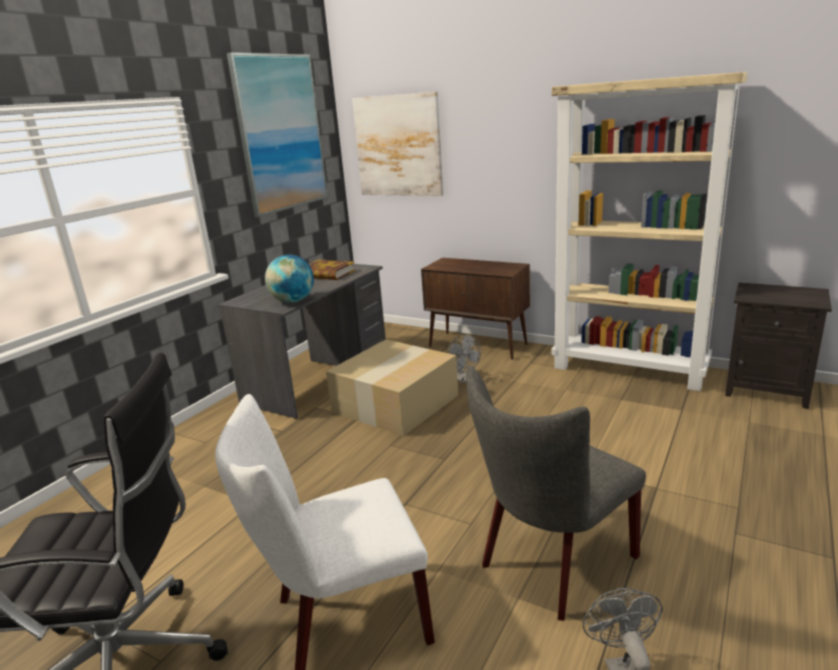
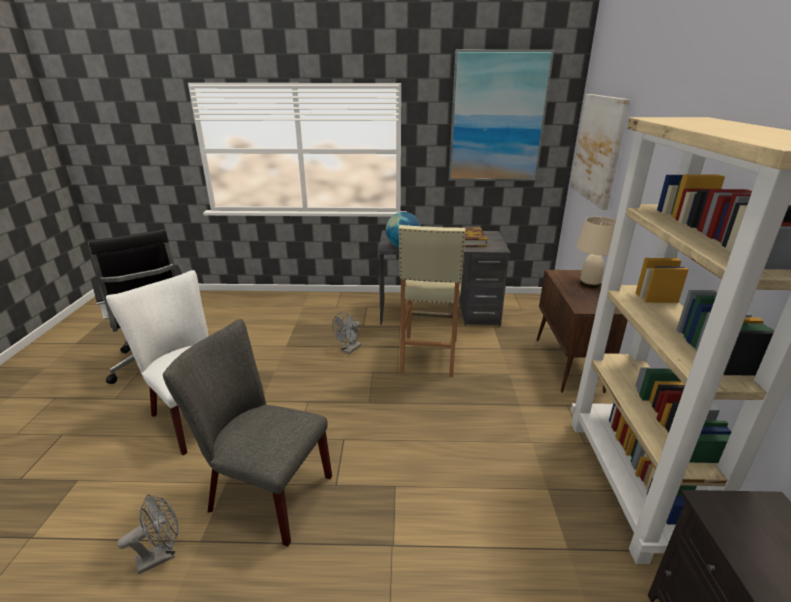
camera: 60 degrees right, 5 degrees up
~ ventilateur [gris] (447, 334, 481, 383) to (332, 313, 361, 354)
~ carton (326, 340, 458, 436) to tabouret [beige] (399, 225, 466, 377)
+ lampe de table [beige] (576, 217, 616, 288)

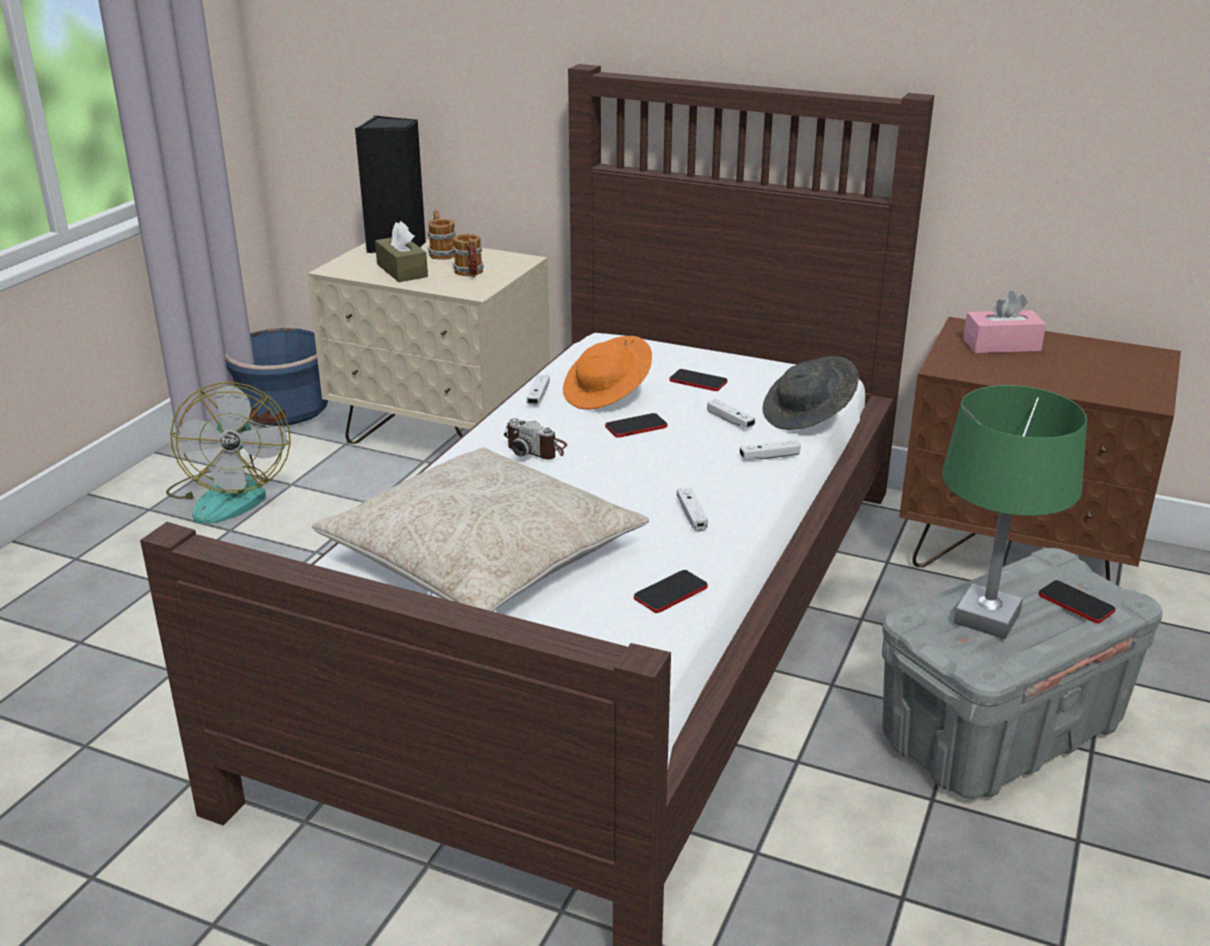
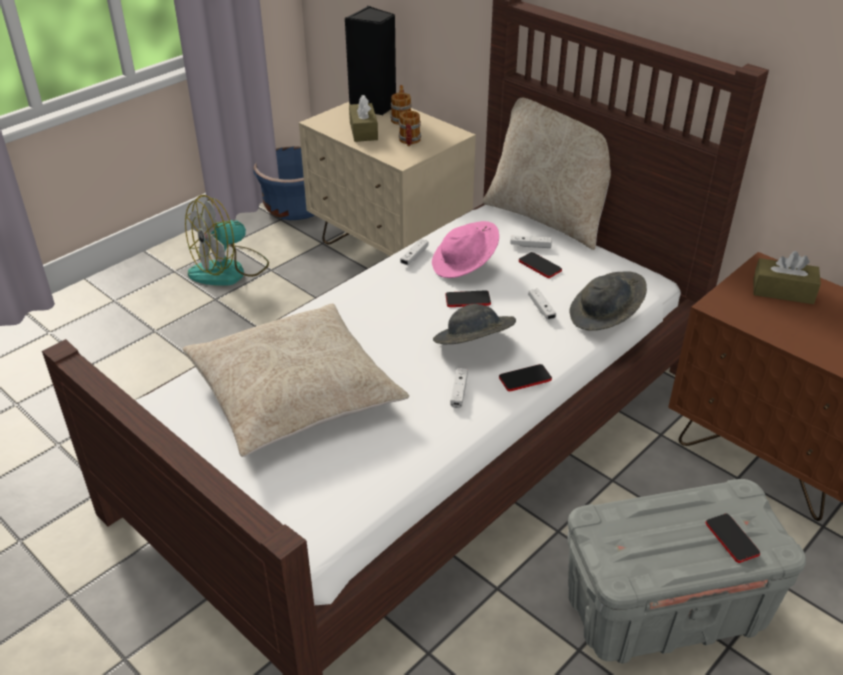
camera: 20 degrees right, 10 degrees up
~ ventilateur (166, 382, 291, 524) = (185, 195, 269, 286) 45 degrees clockwise
~ chapeau [orange] (563, 336, 652, 409) to chapeau [rose] (432, 221, 499, 278)
+ chapeau [gris] (433, 304, 516, 345)
+ coussin [beige] (483, 98, 639, 250)
~ téléphone (634, 570, 708, 613) to (499, 364, 552, 391)
~ manette [blanc] (740, 440, 801, 460) to (510, 235, 552, 248)
~ boîte à mouchoirs [rose] (963, 291, 1046, 353) to boîte à mouchoirs [marron] (754, 251, 821, 304)
- appareil photo (504, 418, 567, 460)
- lampe de table [vert] (942, 385, 1087, 639)

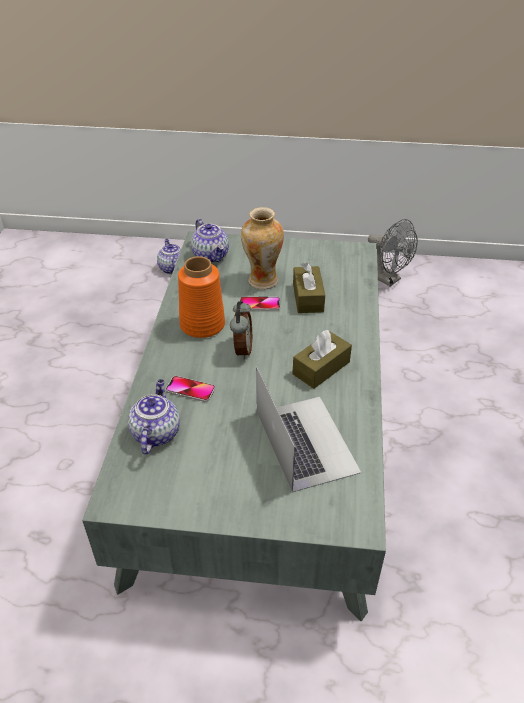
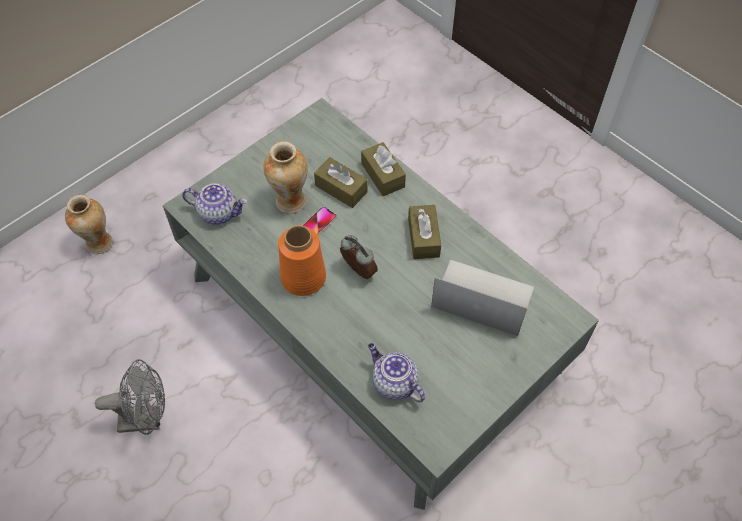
camera: 50 degrees left, 15 degrees up
~ théière (157, 239, 181, 274) to vase (65, 195, 113, 254)
~ ventilateur [gris] (368, 219, 418, 286) to (95, 359, 165, 435)
+ boîte à mouchoirs [marron] (361, 142, 406, 196)
- téléphone (166, 376, 215, 402)

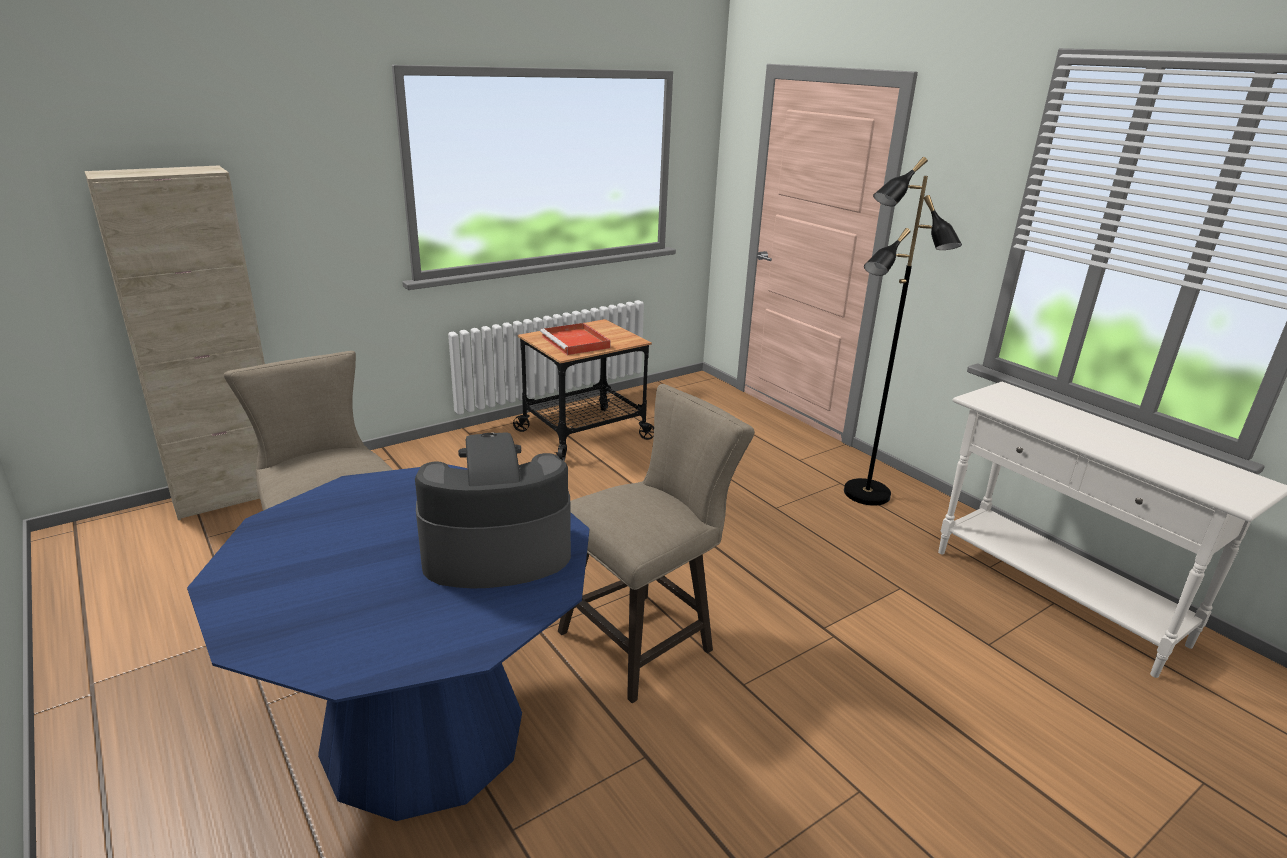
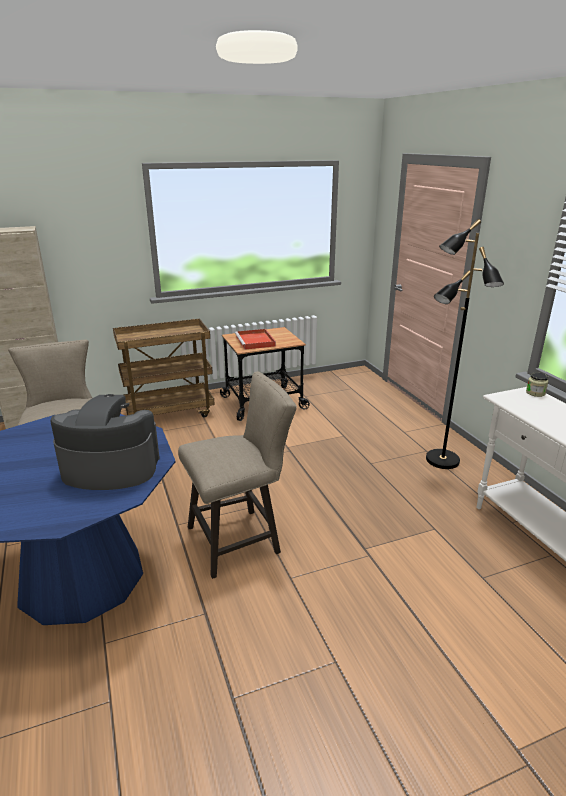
camera: 15 degrees right, 0 degrees up
+ chariot [marron] (113, 319, 215, 418)
+ bocal (526, 372, 548, 397)

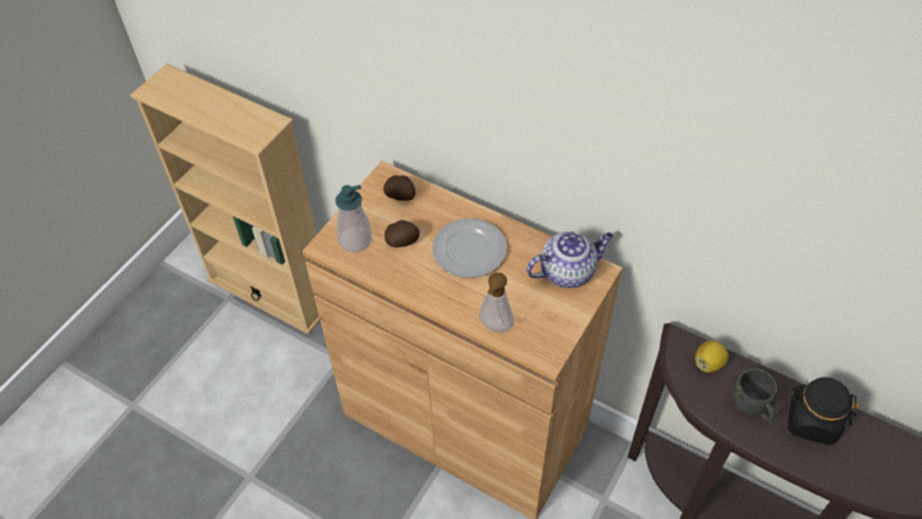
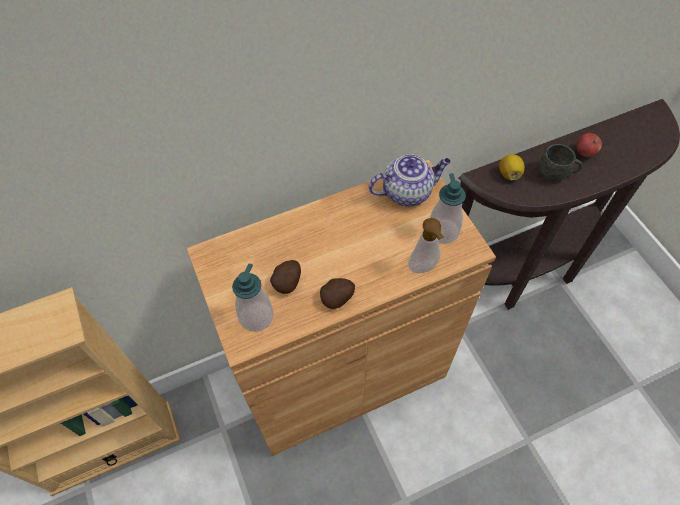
camera: 55 degrees left, 5 degrees up
~ pomme de terre (384, 175, 416, 201) to (320, 278, 355, 309)
~ théière (526, 231, 613, 288) = (369, 154, 451, 206) 60 degrees clockwise
+ distributeur de savon (430, 173, 466, 244)
~ bocal [noir] (788, 377, 859, 445) to pomme (577, 133, 602, 157)
- assiette (432, 218, 507, 278)

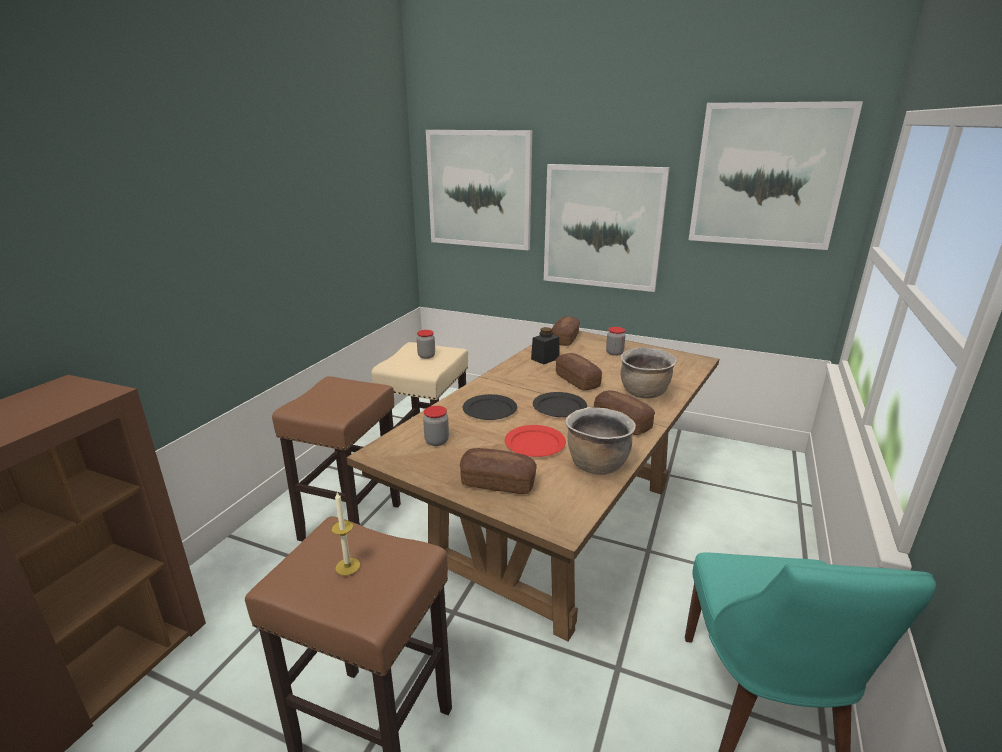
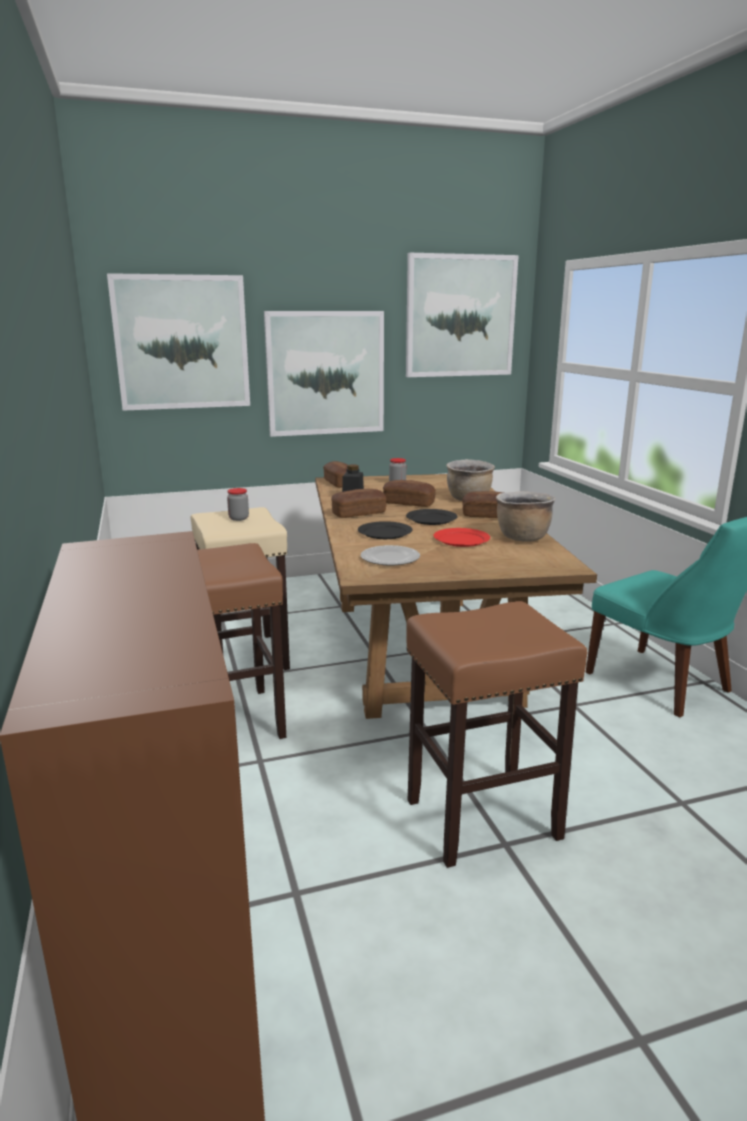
camera: 40 degrees left, 5 degrees down
~ pain (460, 448, 537, 494) to (331, 489, 387, 518)
~ bocal (423, 406, 449, 446) to assiette (361, 545, 420, 566)
- bougie (331, 492, 360, 576)

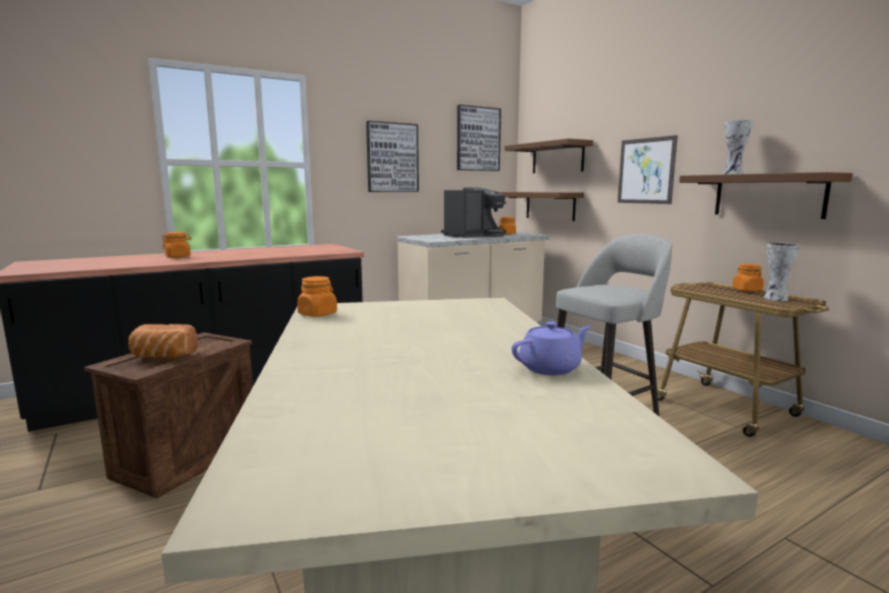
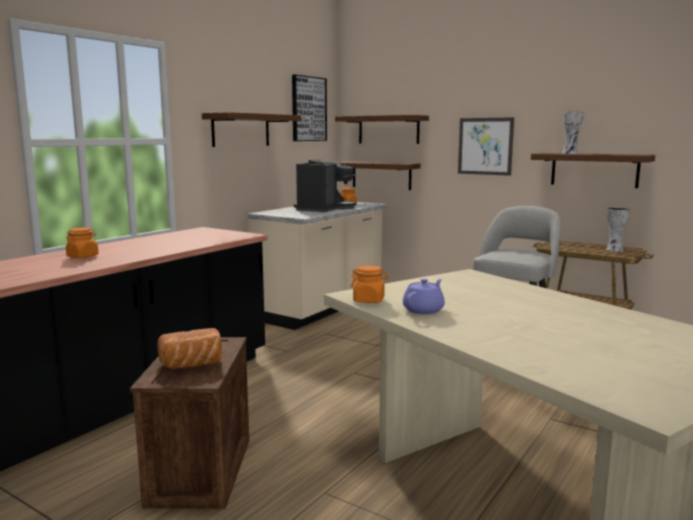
camera: 25 degrees left, 0 degrees up
~ tableau (366, 121, 419, 192) to étagère [marron] (202, 112, 301, 147)
~ théière [violet] (512, 321, 591, 375) to (403, 279, 445, 314)
- bocal [orange] (732, 264, 764, 292)

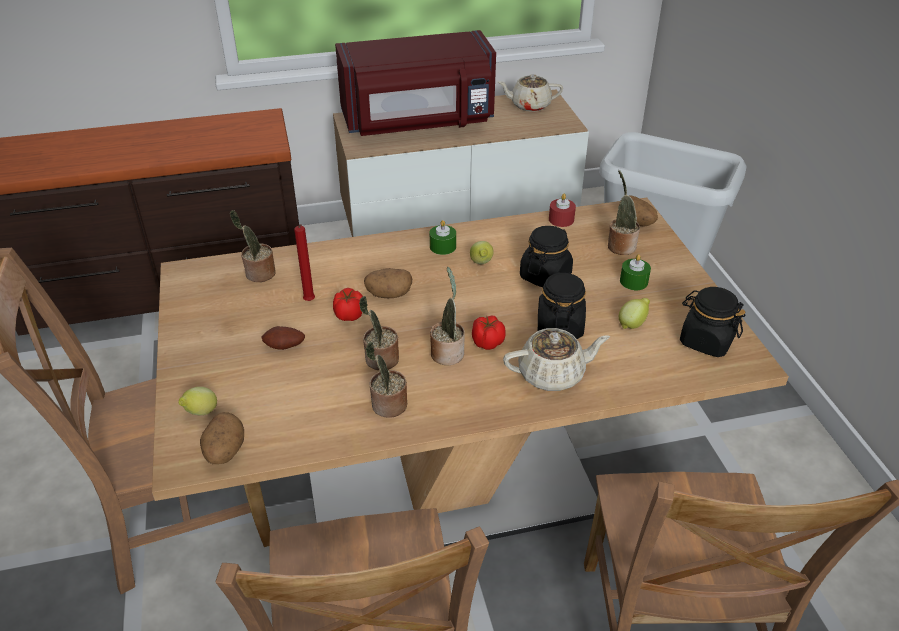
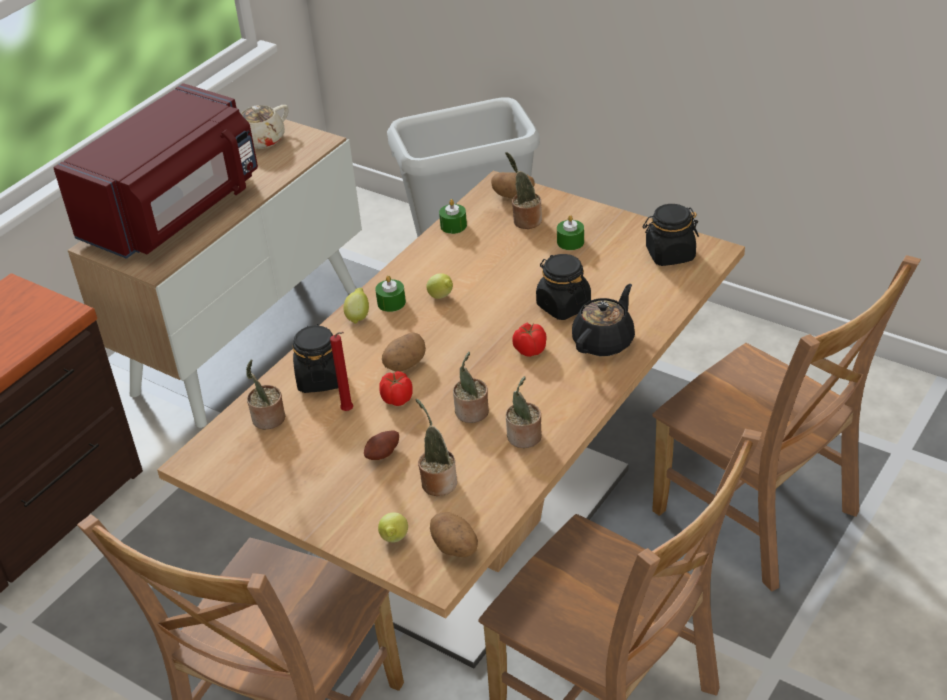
camera: 40 degrees left, 0 degrees up
~ bocal [noir] (520, 226, 573, 287) to (293, 324, 338, 393)
~ citron (619, 298, 650, 329) to (344, 288, 369, 324)
~ plante en pot (430, 267, 465, 365) to (415, 399, 457, 496)
~ bougie [rouge] (549, 193, 576, 227) to bougie [vert] (439, 199, 467, 234)
~ théière [beige] (503, 328, 610, 391) to théière [noir] (572, 284, 635, 356)

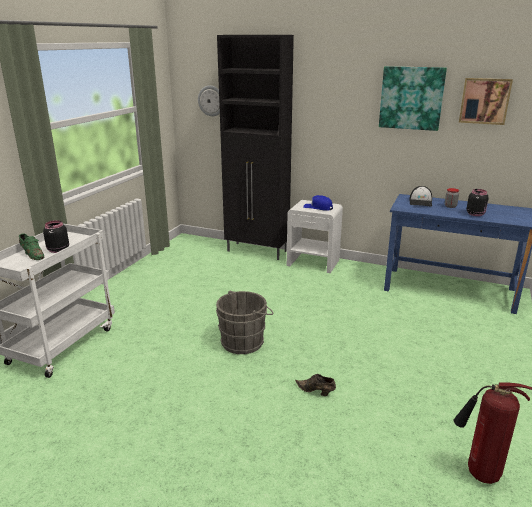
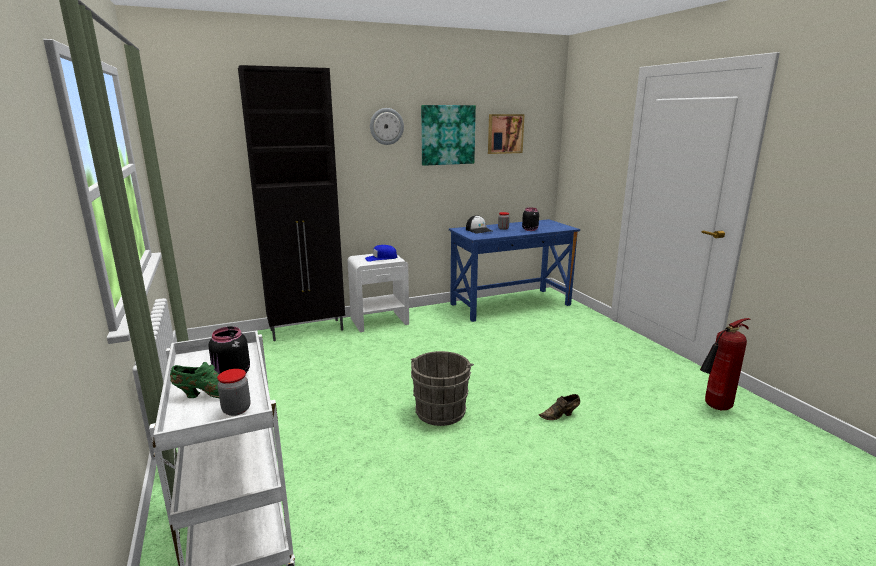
camera: 45 degrees left, 5 degrees down
+ bocal (217, 369, 251, 416)
~ horloge murale (198, 85, 220, 116) to (370, 108, 404, 145)

